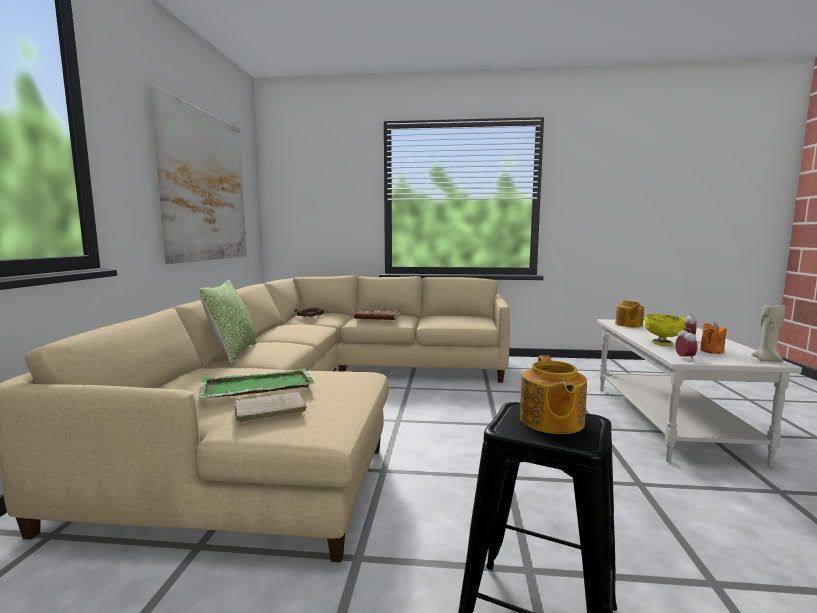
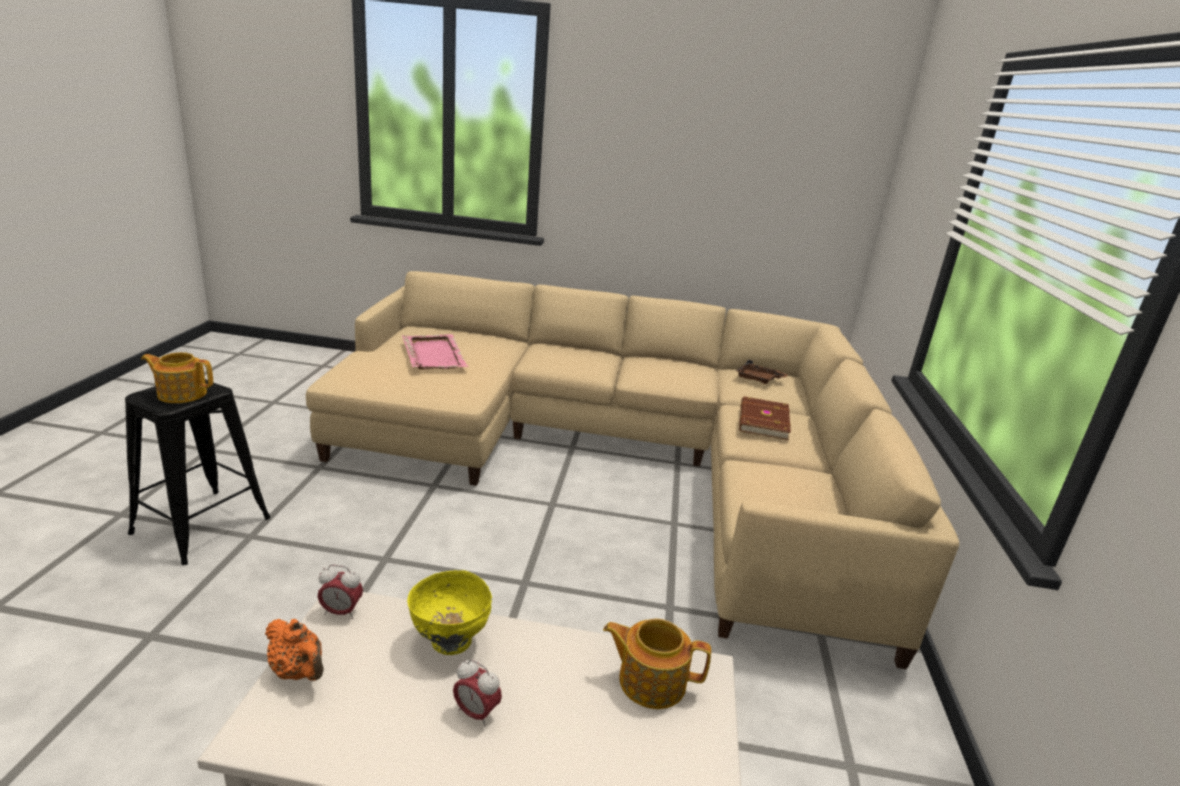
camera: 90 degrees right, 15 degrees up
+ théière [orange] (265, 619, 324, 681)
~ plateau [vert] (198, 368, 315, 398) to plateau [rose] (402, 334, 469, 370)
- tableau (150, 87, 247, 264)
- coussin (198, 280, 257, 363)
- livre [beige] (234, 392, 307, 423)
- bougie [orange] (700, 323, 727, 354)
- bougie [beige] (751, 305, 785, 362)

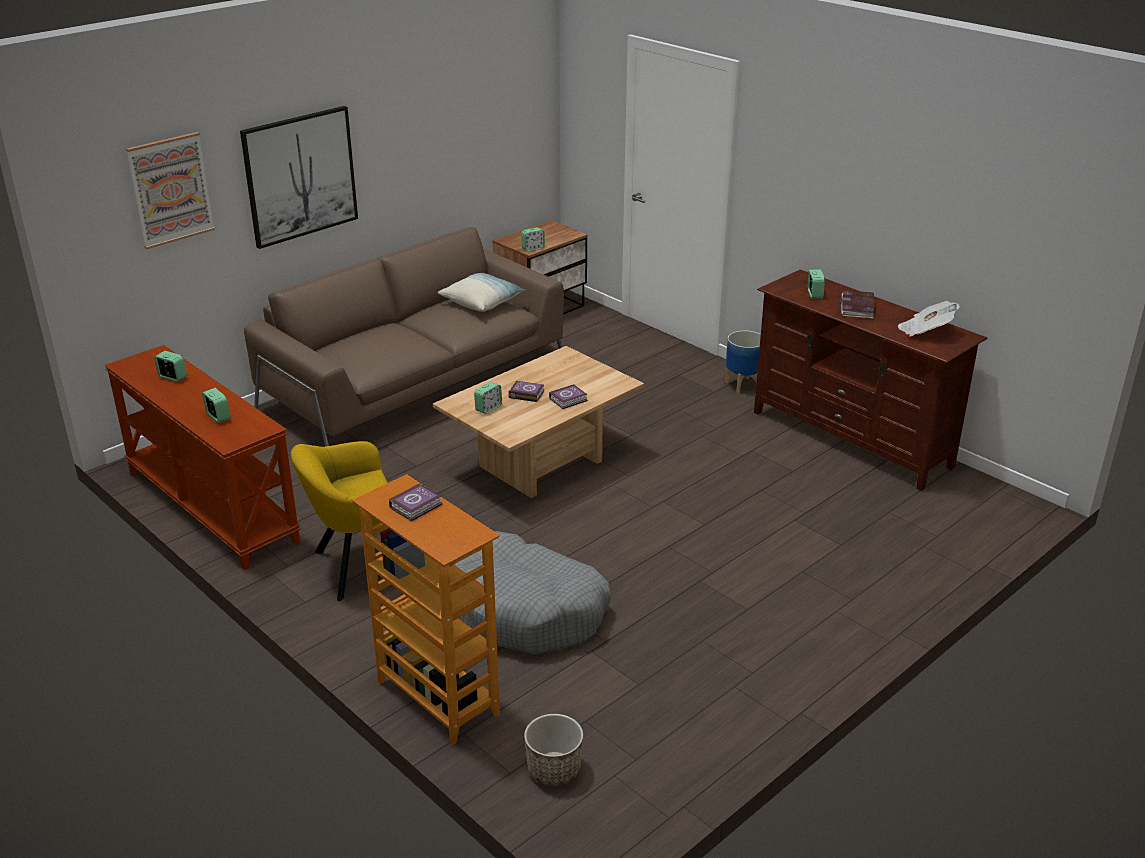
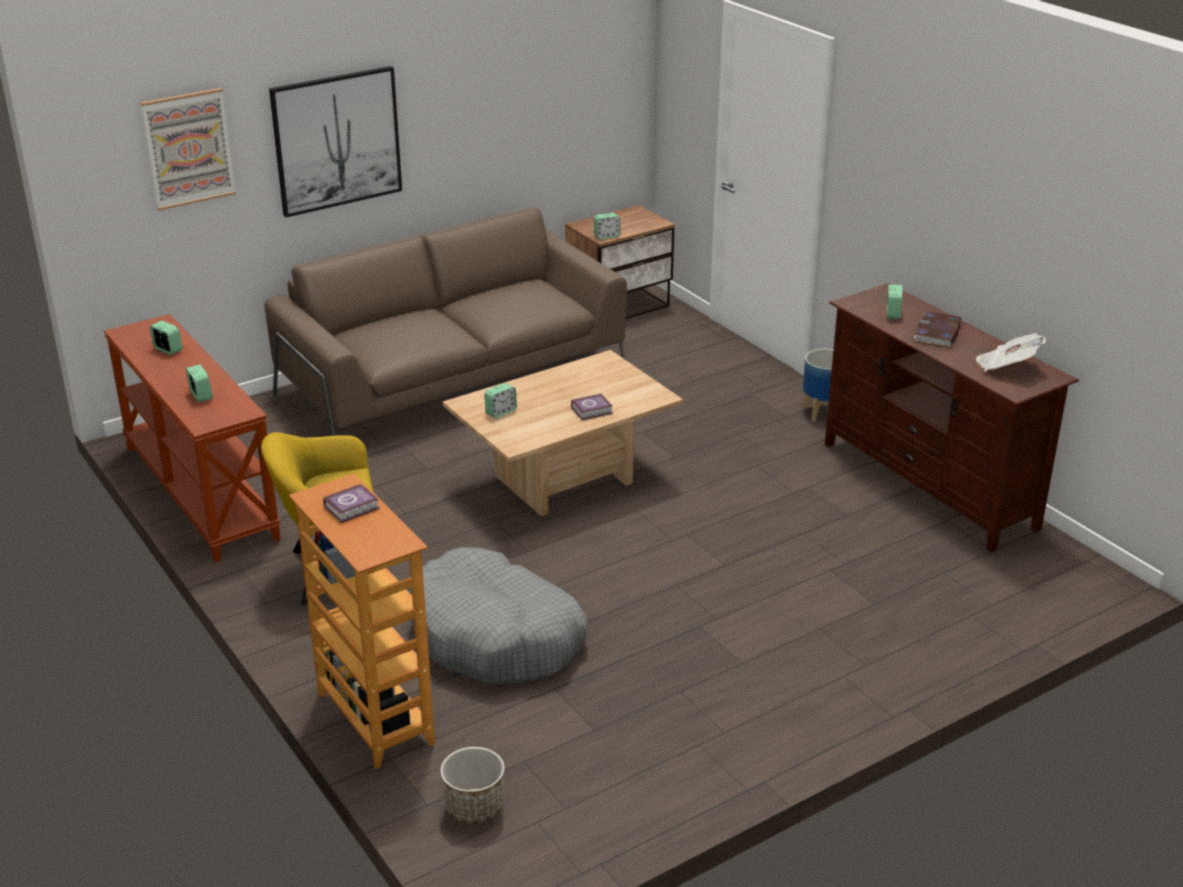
camera: 10 degrees right, 0 degrees up
- coussin (438, 273, 526, 312)
- livre (509, 381, 545, 402)

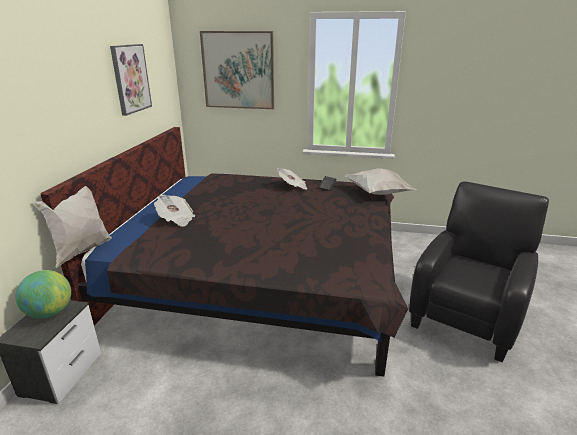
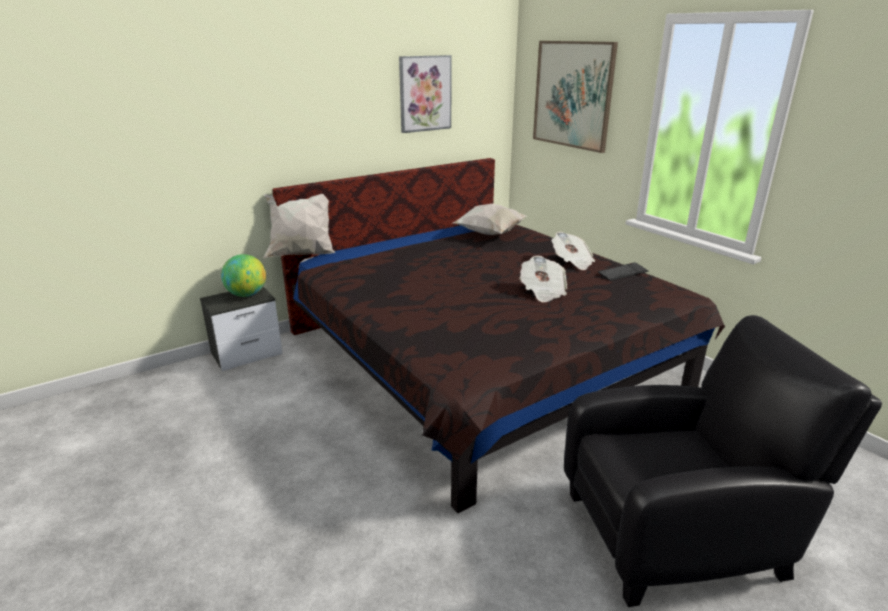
camera: 45 degrees right, 0 degrees up
~ coussin [blanc] (344, 168, 416, 195) to (453, 204, 526, 235)
~ journal (154, 195, 195, 227) to (519, 256, 567, 302)

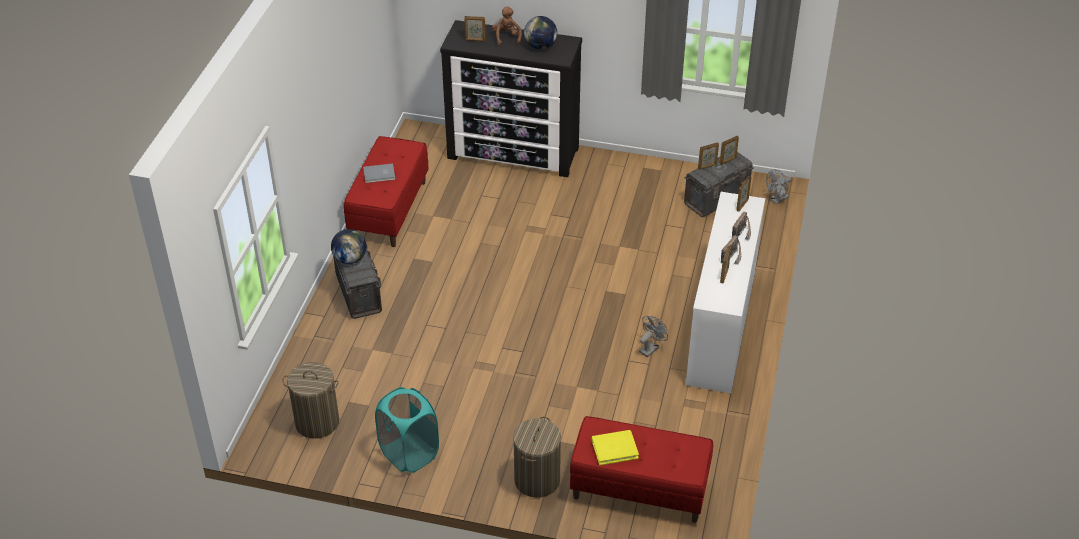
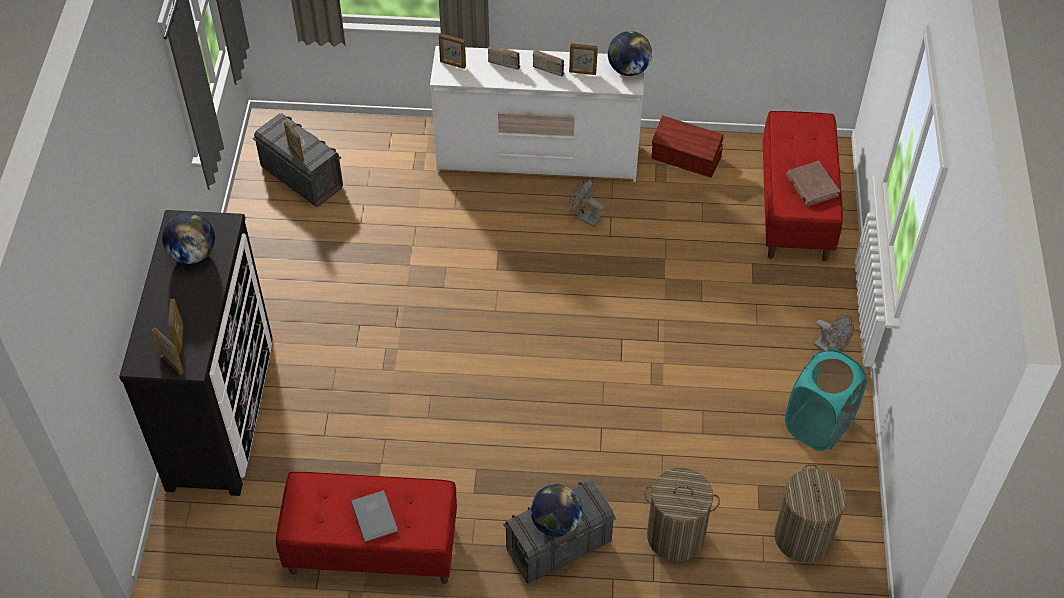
camera: 100 degrees left, 10 degrees up
~ cadre photo (719, 136, 739, 165) to (152, 328, 184, 375)
+ globe (608, 31, 652, 76)
~ panier à linge (513, 417, 561, 498) to (644, 468, 720, 561)
+ boîte de rangement [marron] (651, 115, 724, 178)
~ livre [jaune] (592, 430, 639, 465) to livre [marron] (786, 161, 840, 206)
~ ventilateur [gris] (766, 169, 791, 204) to (814, 315, 854, 352)
- peluche [marron] (492, 6, 522, 46)

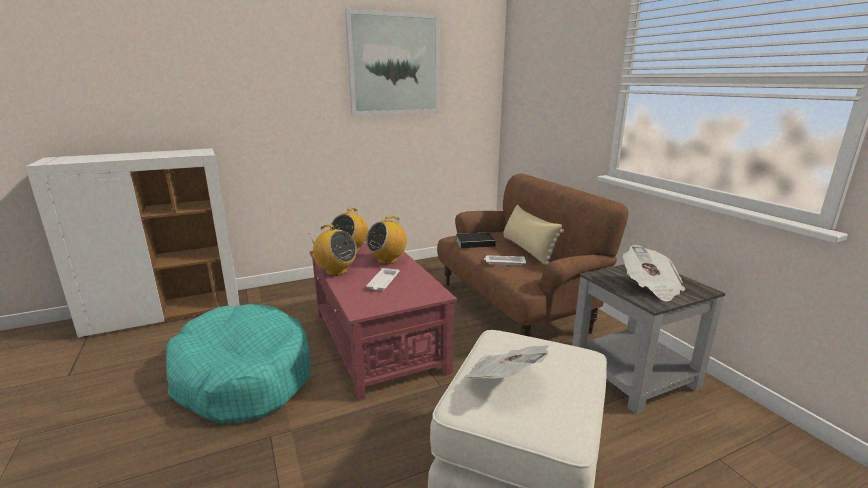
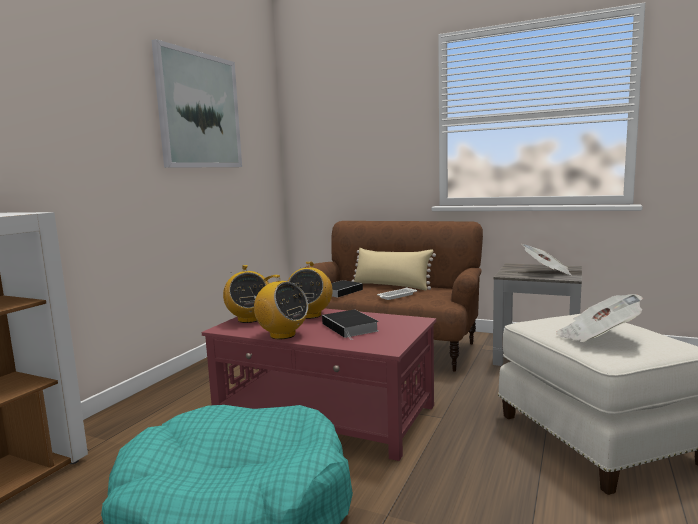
camera: 40 degrees left, 10 degrees down
~ radio (311, 224, 357, 276) = (249, 275, 308, 339) 45 degrees clockwise
~ plateau [blanc] (366, 268, 400, 291) to livre (322, 310, 379, 340)

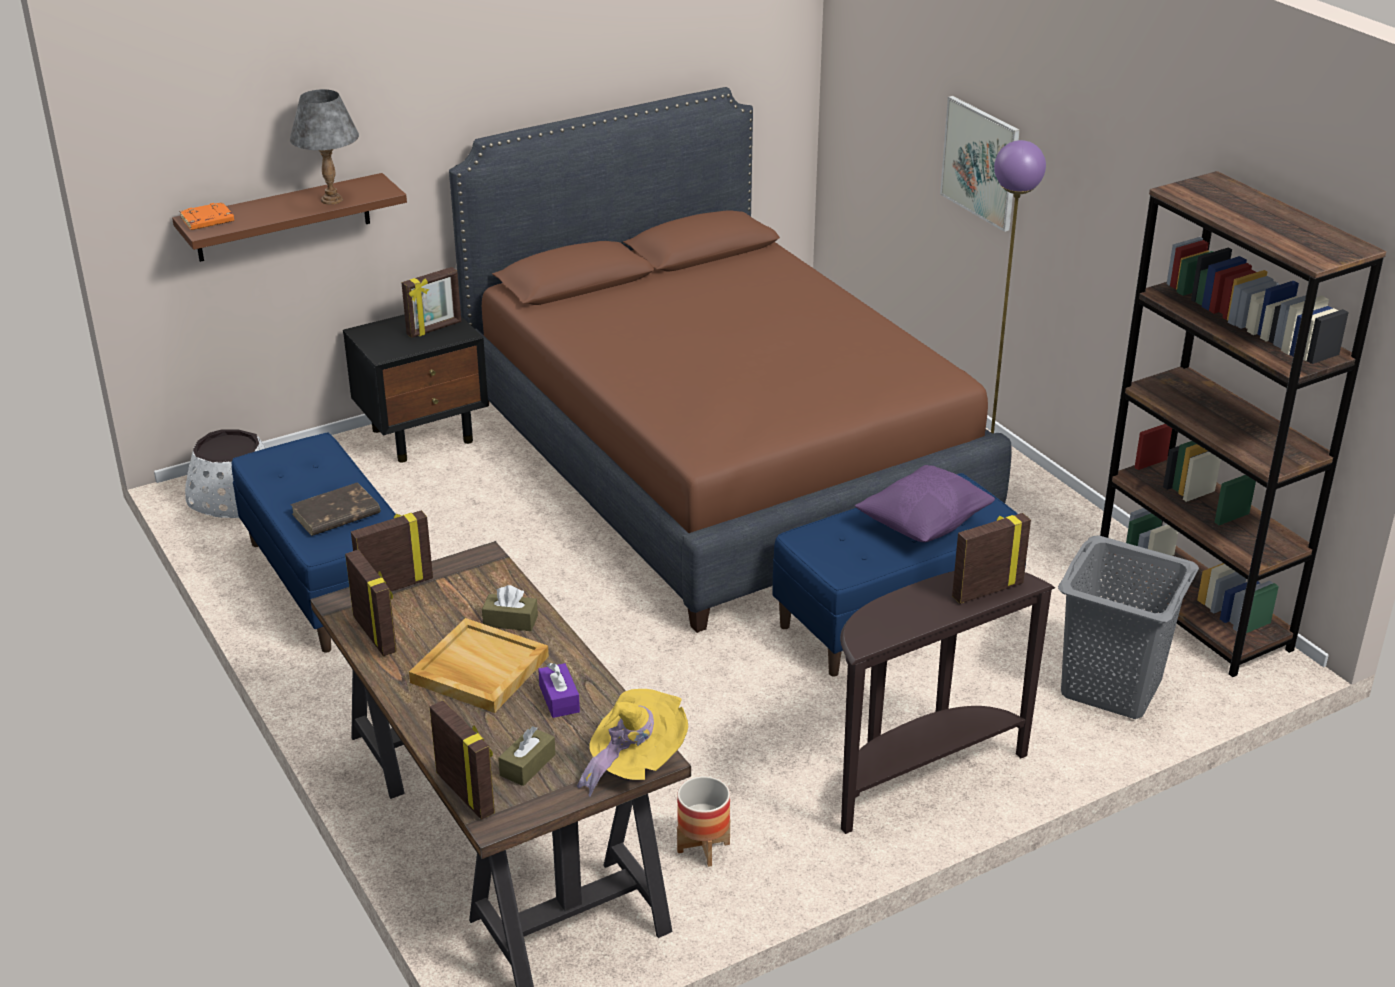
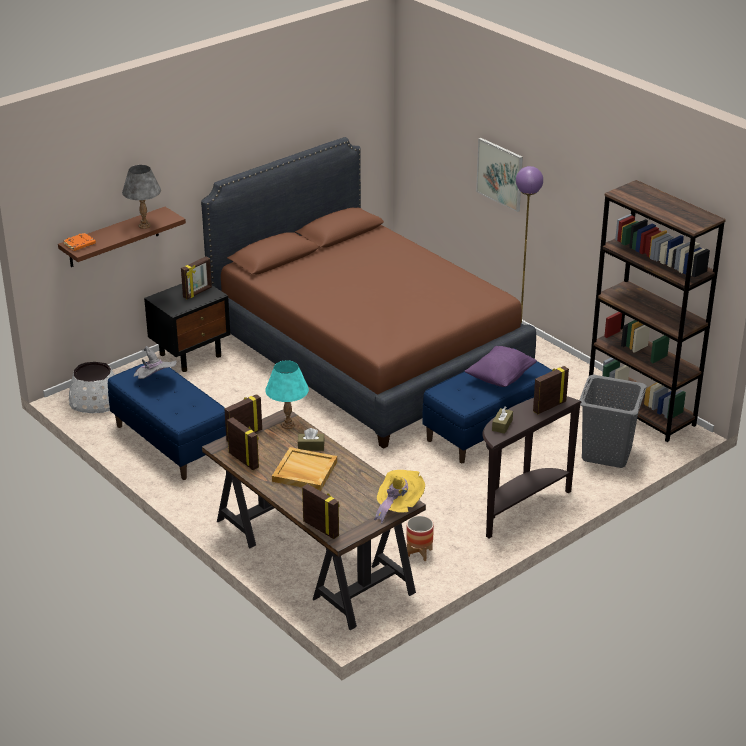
camera: 10 degrees left, 0 degrees up
+ chapeau [gris] (134, 346, 177, 379)
+ lampe de table [turquoise] (265, 360, 309, 429)
~ boîte à mouchoirs [marron] (498, 726, 556, 786) to (492, 406, 513, 434)
- livre [marron] (290, 482, 381, 536)
- boîte à mouchoirs [violet] (538, 663, 580, 718)

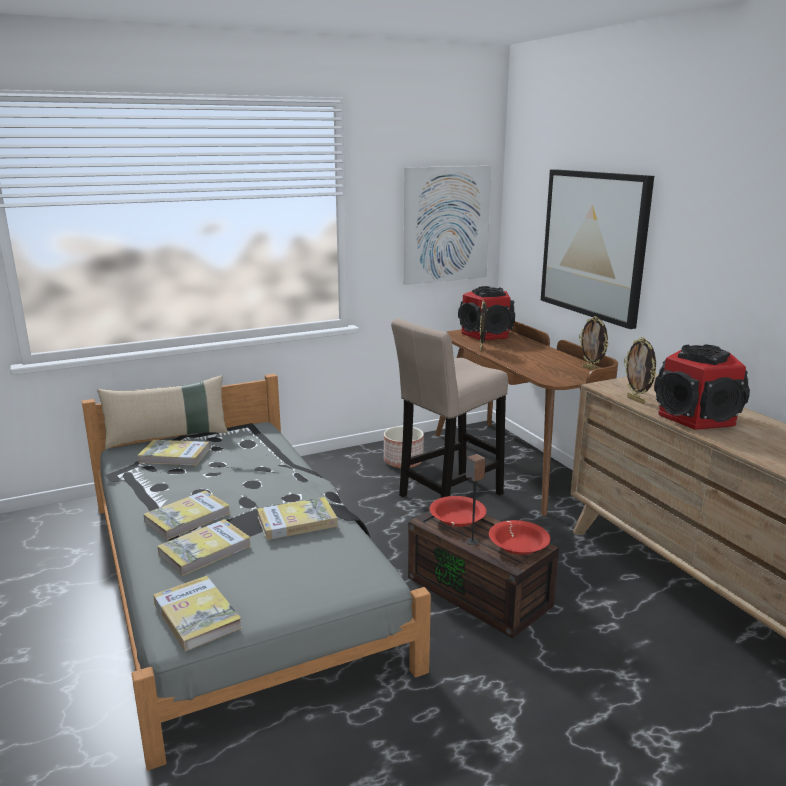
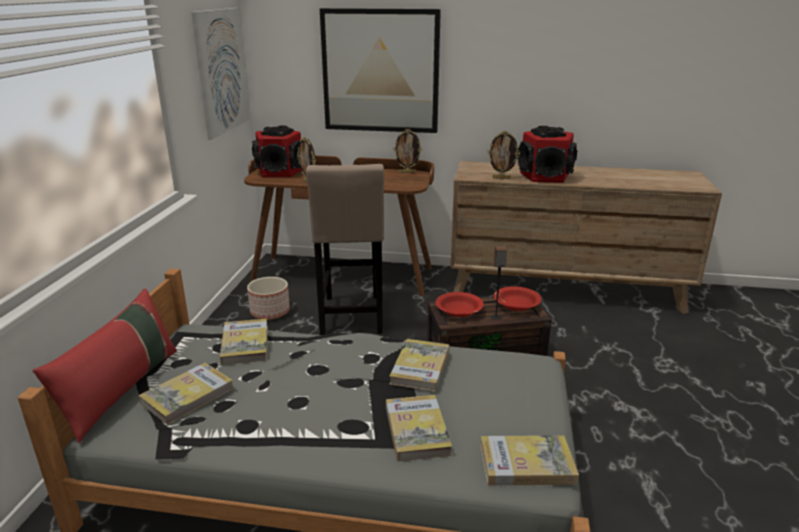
camera: 55 degrees left, 5 degrees up
~ coussin [beige] (97, 375, 228, 449) to coussin [rouge] (33, 288, 177, 443)
~ livre (143, 490, 231, 540) to (220, 319, 268, 365)

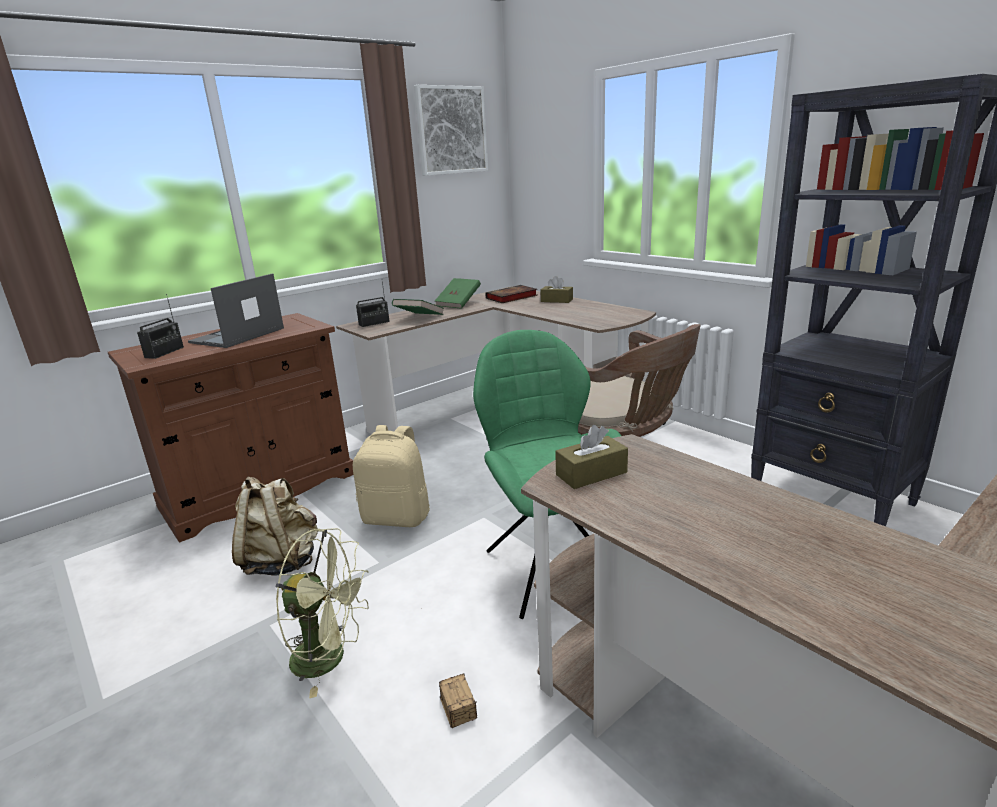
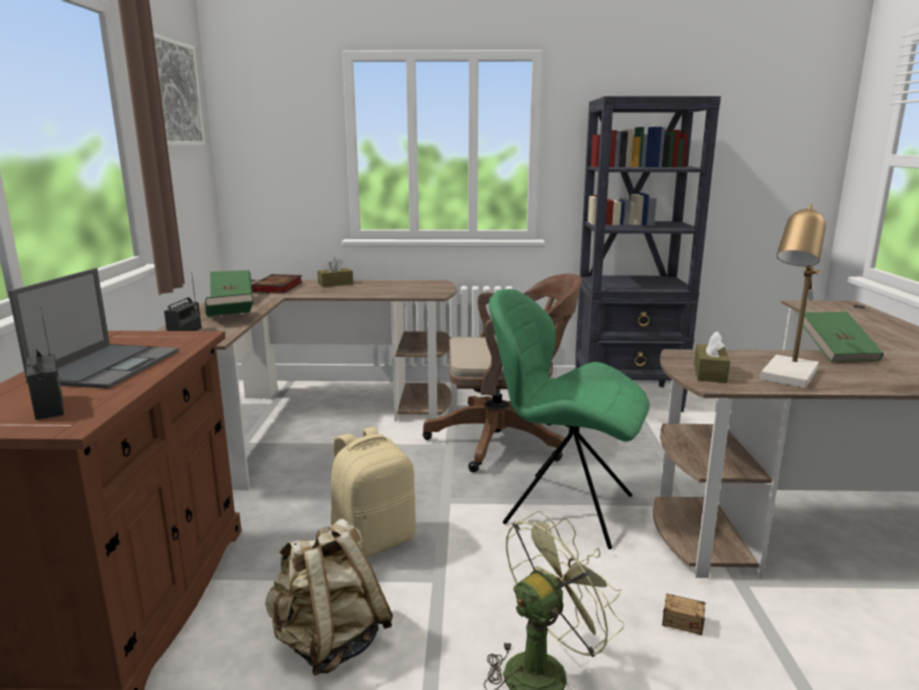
camera: 50 degrees left, 5 degrees down
~ ordinateur portable (188, 274, 284, 348) = (8, 268, 179, 389) 150 degrees counterclockwise
+ lampe de table (760, 204, 826, 388)
+ livre [vert] (803, 312, 884, 362)

